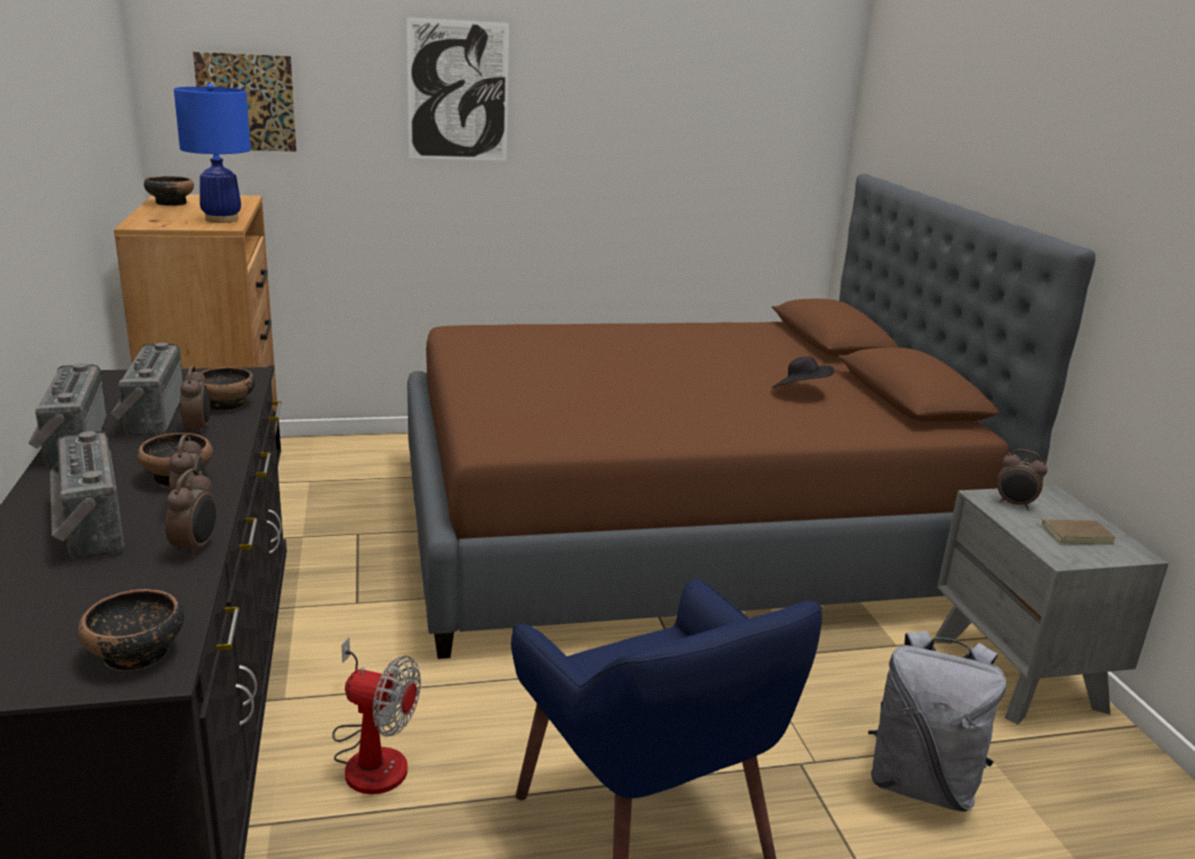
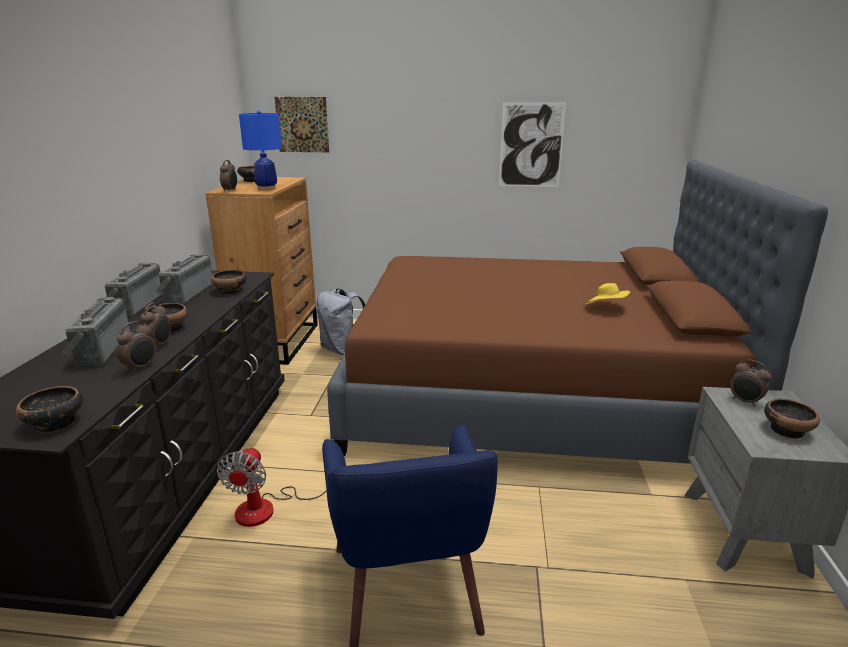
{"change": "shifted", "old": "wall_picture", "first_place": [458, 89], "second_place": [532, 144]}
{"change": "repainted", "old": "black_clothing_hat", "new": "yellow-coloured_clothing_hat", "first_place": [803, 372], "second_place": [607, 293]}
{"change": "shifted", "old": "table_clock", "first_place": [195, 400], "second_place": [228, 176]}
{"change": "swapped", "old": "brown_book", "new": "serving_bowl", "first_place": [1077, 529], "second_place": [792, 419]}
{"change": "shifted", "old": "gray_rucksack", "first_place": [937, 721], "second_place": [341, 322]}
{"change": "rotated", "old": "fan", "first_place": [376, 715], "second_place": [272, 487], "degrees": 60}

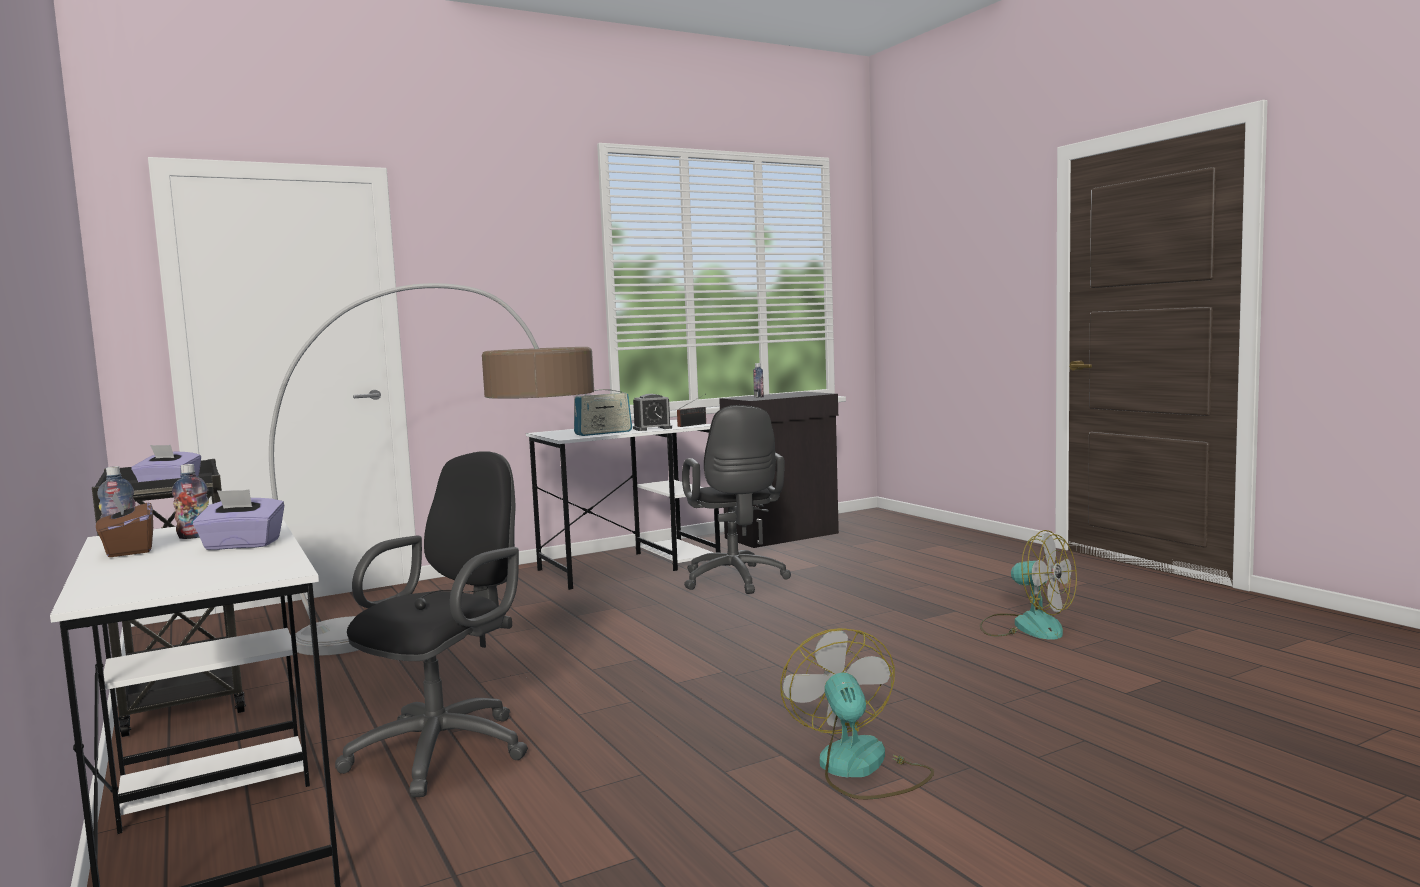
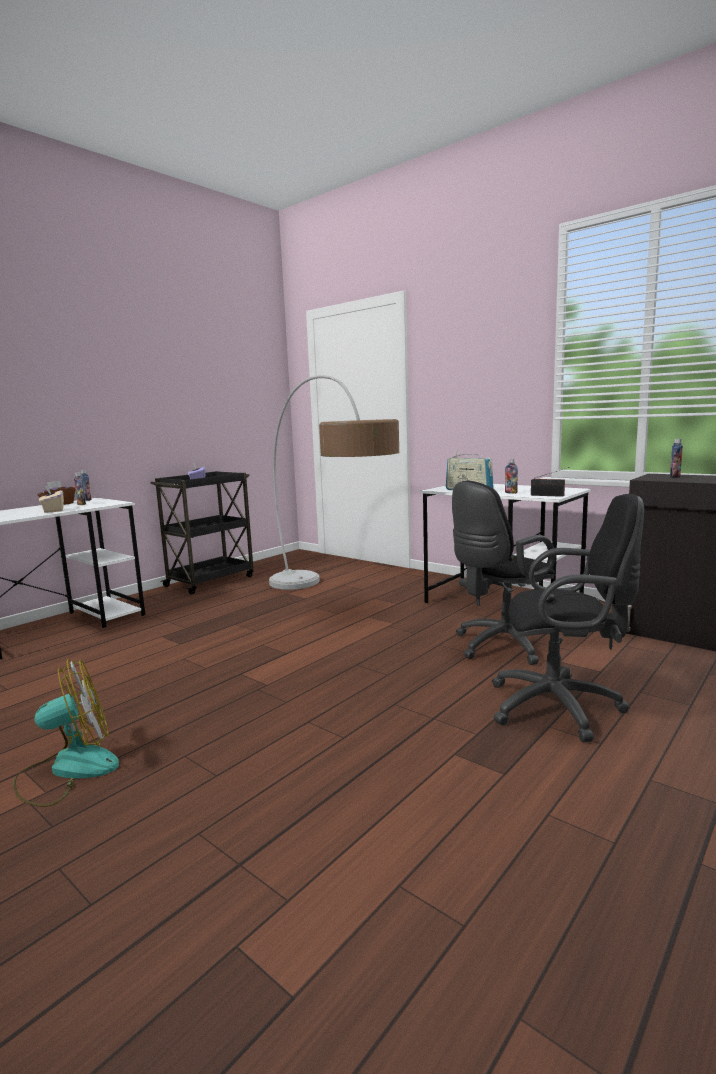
{"change": "swapped", "old": "table_clock", "new": "bottle", "first_place": [652, 412], "second_place": [511, 476]}
{"change": "shifted", "old": "black_desk_chair", "first_place": [431, 624], "second_place": [568, 618]}
{"change": "repainted", "old": "purple-coloured_box_of_tissues", "new": "beige-coloured_box_of_tissues", "first_place": [238, 519], "second_place": [51, 499]}
{"change": "gone", "old": "fan", "first_place": [1028, 585]}

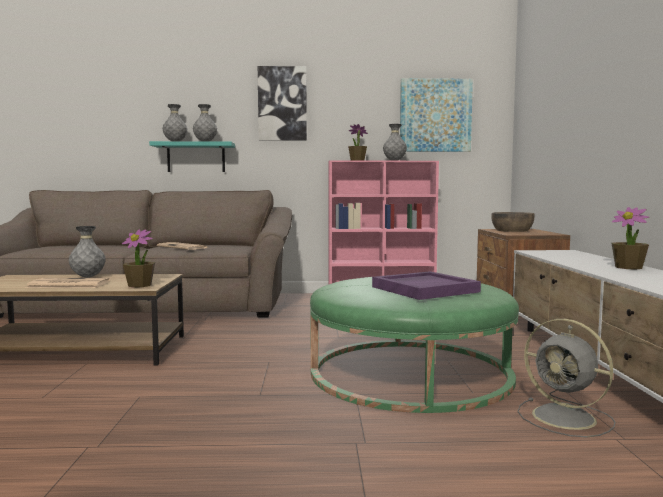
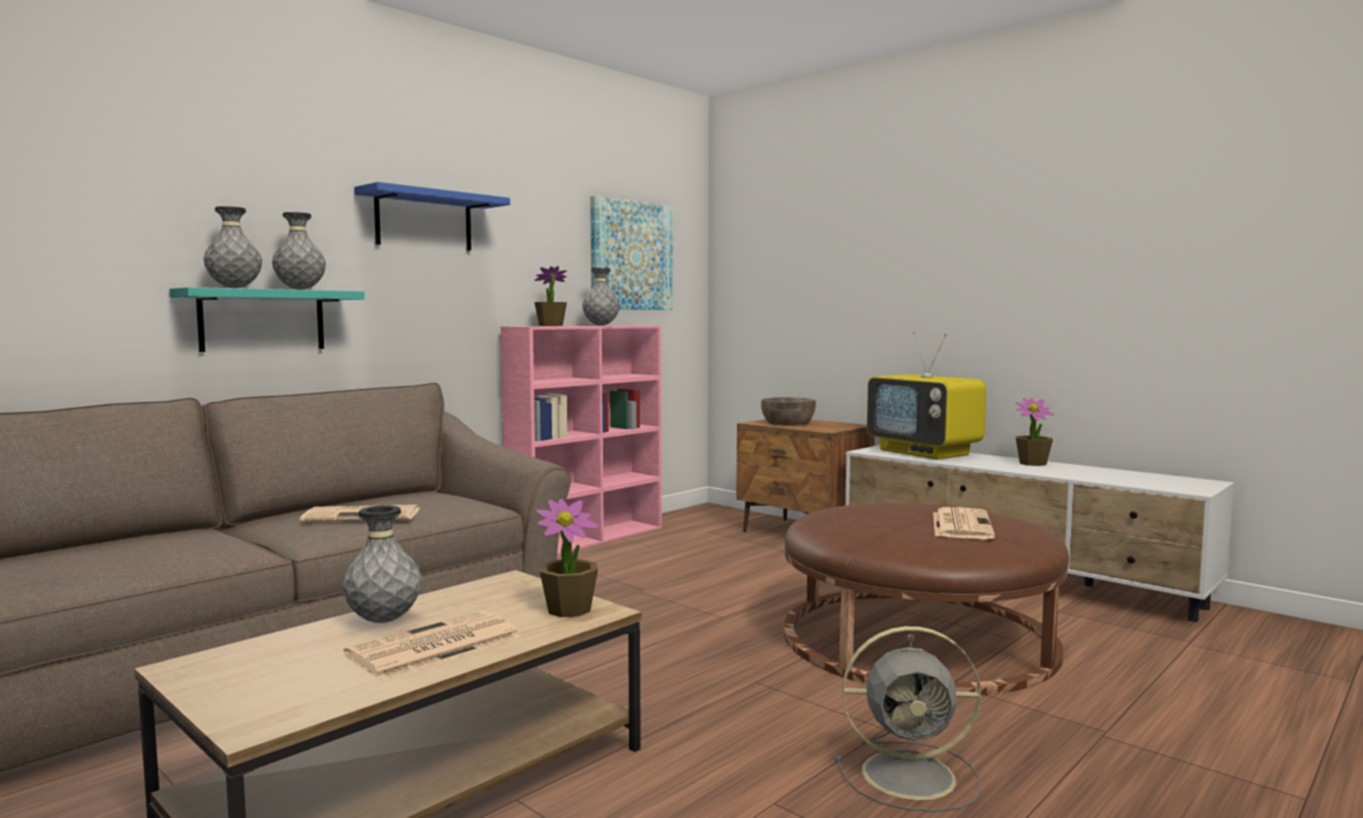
{"change": "swapped", "old": "wall_picture", "new": "blue_shelf", "first_place": [282, 103], "second_place": [432, 216]}
{"change": "swapped", "old": "purple-coloured_serving_tray", "new": "daily_paper", "first_place": [426, 285], "second_place": [964, 523]}
{"change": "repainted", "old": "green-coloured_ottoman", "new": "brown_ottoman", "first_place": [414, 345], "second_place": [926, 599]}
{"change": "shifted", "old": "gray_fan", "first_place": [566, 378], "second_place": [908, 719]}
{"change": "new", "new": "television", "second_place": [926, 395]}

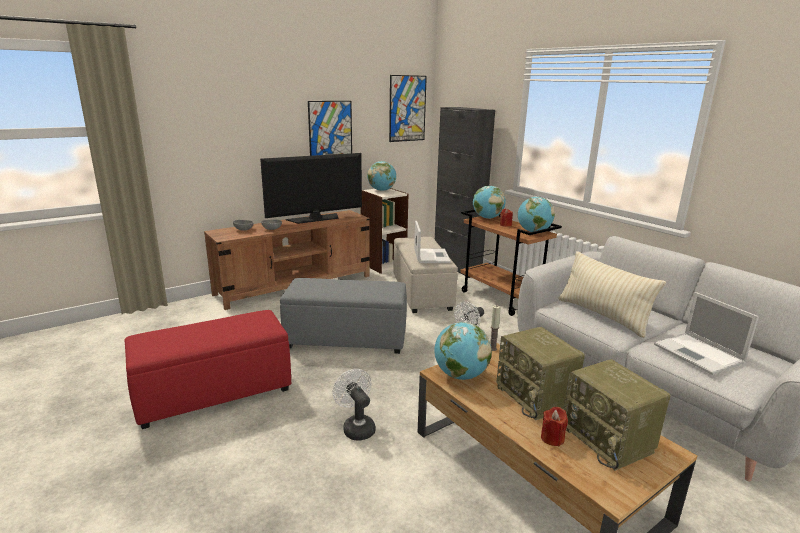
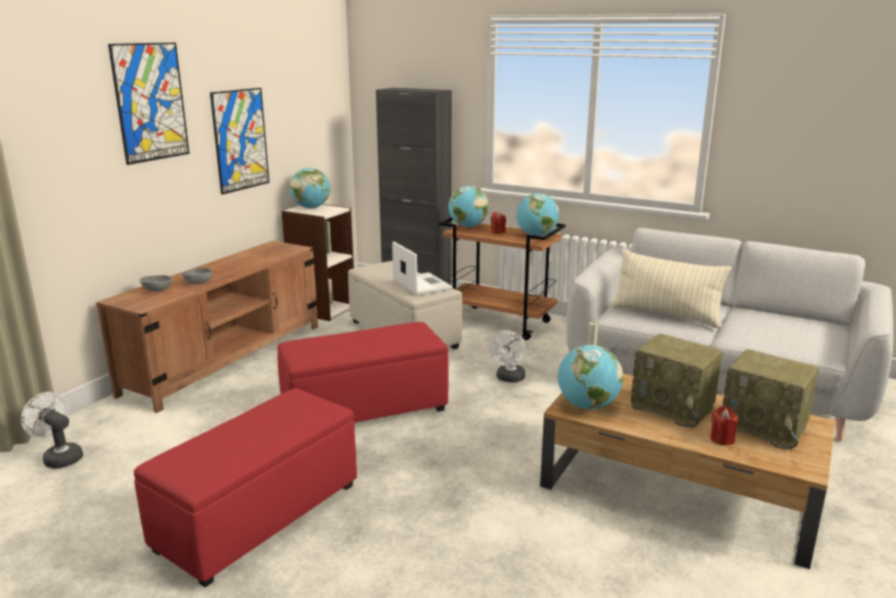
{"change": "shifted", "old": "wall_picture", "first_place": [408, 108], "second_place": [149, 104]}
{"change": "gone", "old": "television", "first_place": [311, 188]}
{"change": "repainted", "old": "gray_ottoman", "new": "red_ottoman", "first_place": [343, 316], "second_place": [363, 372]}
{"change": "gone", "old": "laptop", "first_place": [706, 333]}
{"change": "shifted", "old": "white-coloured_fan", "first_place": [354, 405], "second_place": [52, 430]}

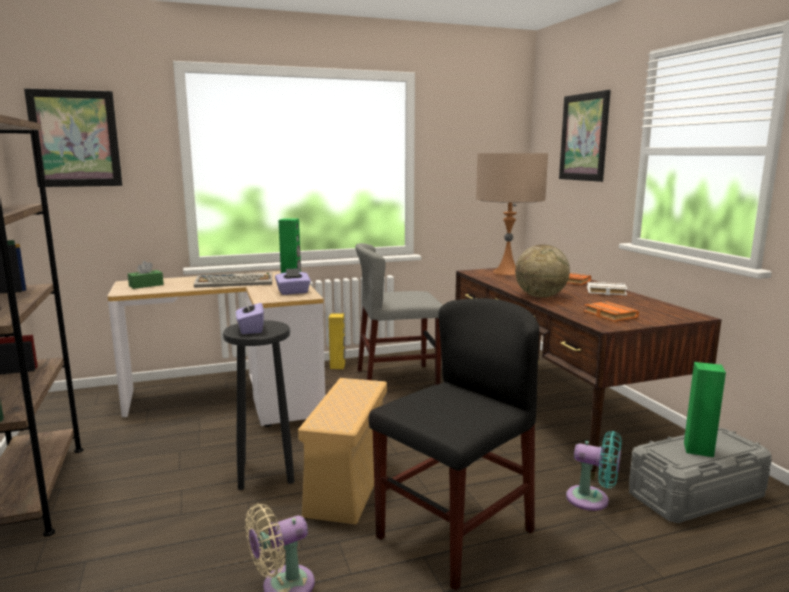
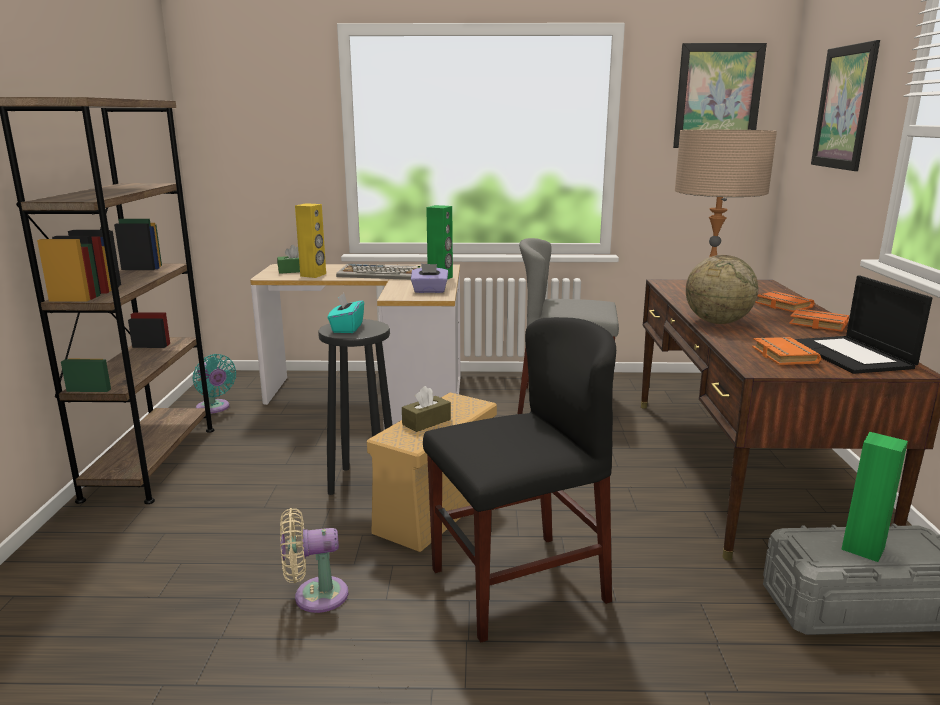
{"change": "shifted", "old": "wall_picture", "first_place": [73, 137], "second_place": [720, 95]}
{"change": "repainted", "old": "white-coloured_book", "new": "orange-coloured_book", "first_place": [607, 288], "second_place": [819, 320]}
{"change": "repainted", "old": "purple-coloured_box_of_tissues", "new": "blue-green_box_of_tissues", "first_place": [250, 316], "second_place": [346, 313]}
{"change": "shifted", "old": "yellow-coloured_speaker", "first_place": [337, 341], "second_place": [310, 240]}
{"change": "shifted", "old": "blue-green_fan", "first_place": [594, 471], "second_place": [214, 384]}
{"change": "new", "new": "laptop", "second_place": [863, 324]}
{"change": "new", "new": "brown_box_of_tissues", "second_place": [426, 409]}

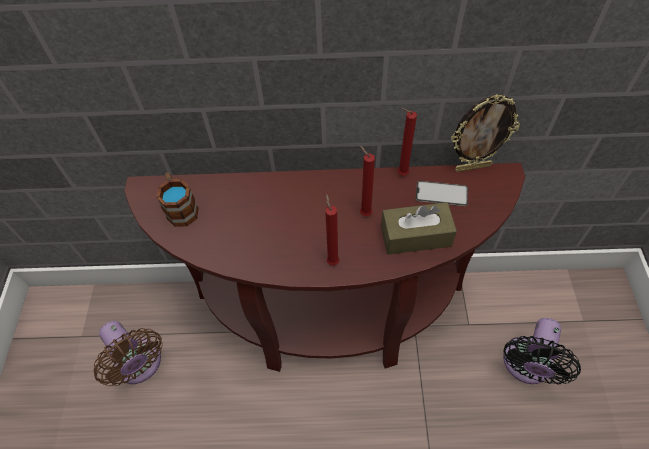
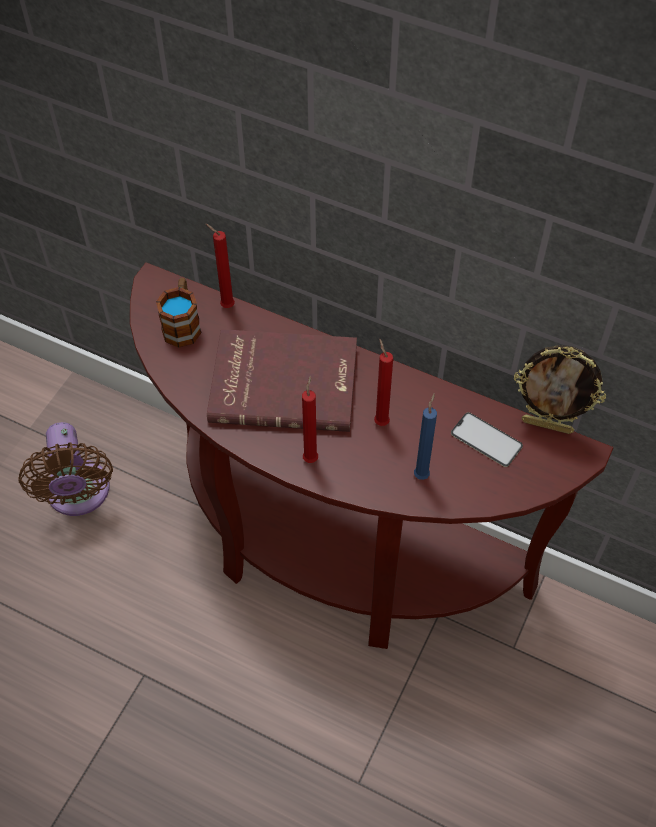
{"change": "shifted", "old": "red_candle", "first_place": [407, 142], "second_place": [220, 266]}
{"change": "swapped", "old": "brown_box_of_tissues", "new": "blue_candle", "first_place": [419, 228], "second_place": [425, 436]}
{"change": "gone", "old": "black_fan", "first_place": [542, 351]}
{"change": "new", "new": "red_book", "second_place": [282, 380]}

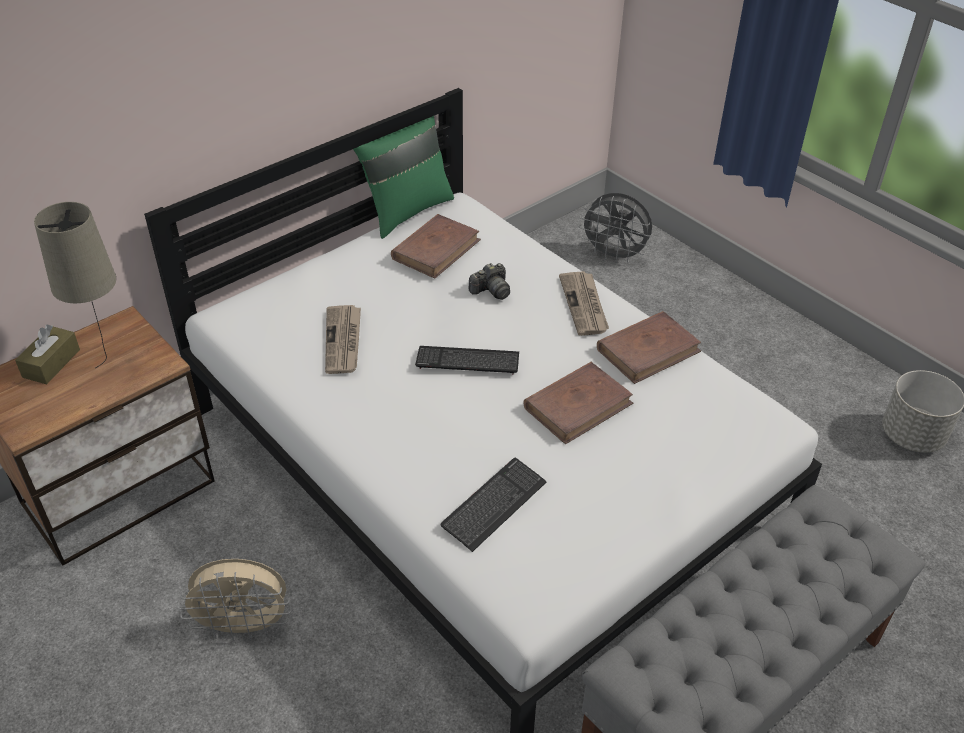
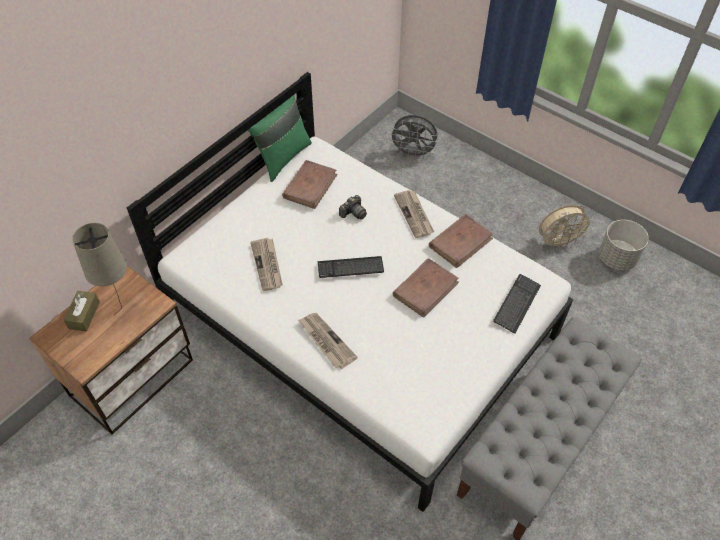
{"change": "shifted", "old": "PC_keyboard", "first_place": [493, 505], "second_place": [517, 304]}
{"change": "shifted", "old": "beige-coloured_fan", "first_place": [234, 600], "second_place": [566, 227]}
{"change": "new", "new": "daily_paper", "second_place": [328, 341]}

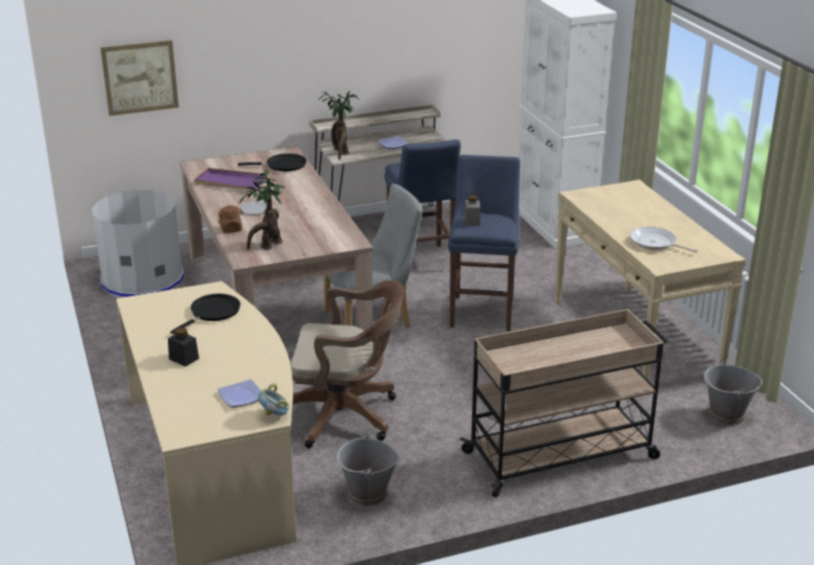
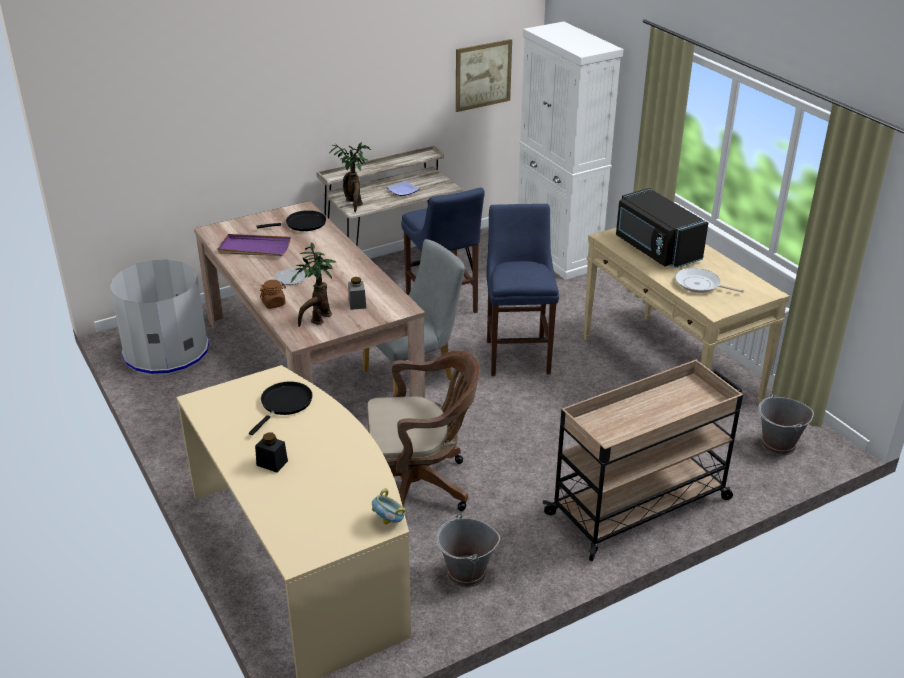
{"change": "shifted", "old": "wall_picture", "first_place": [139, 78], "second_place": [484, 75]}
{"change": "shifted", "old": "gray_jar", "first_place": [472, 210], "second_place": [357, 293]}
{"change": "gone", "old": "dinner_plate", "first_place": [239, 393]}
{"change": "new", "new": "black_microwave_oven", "second_place": [662, 228]}

